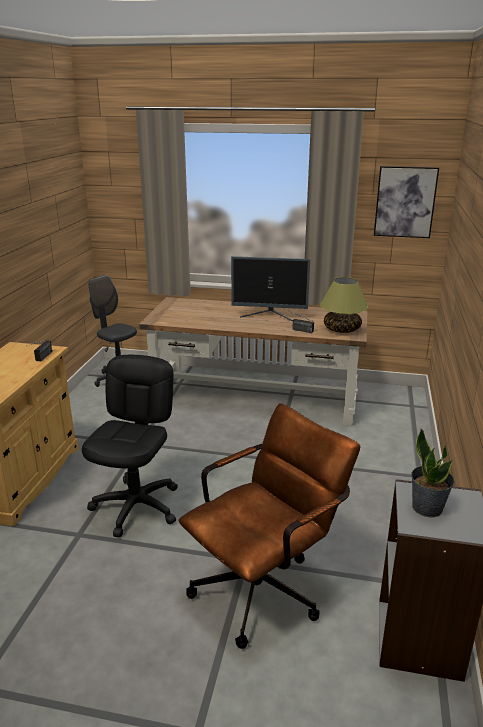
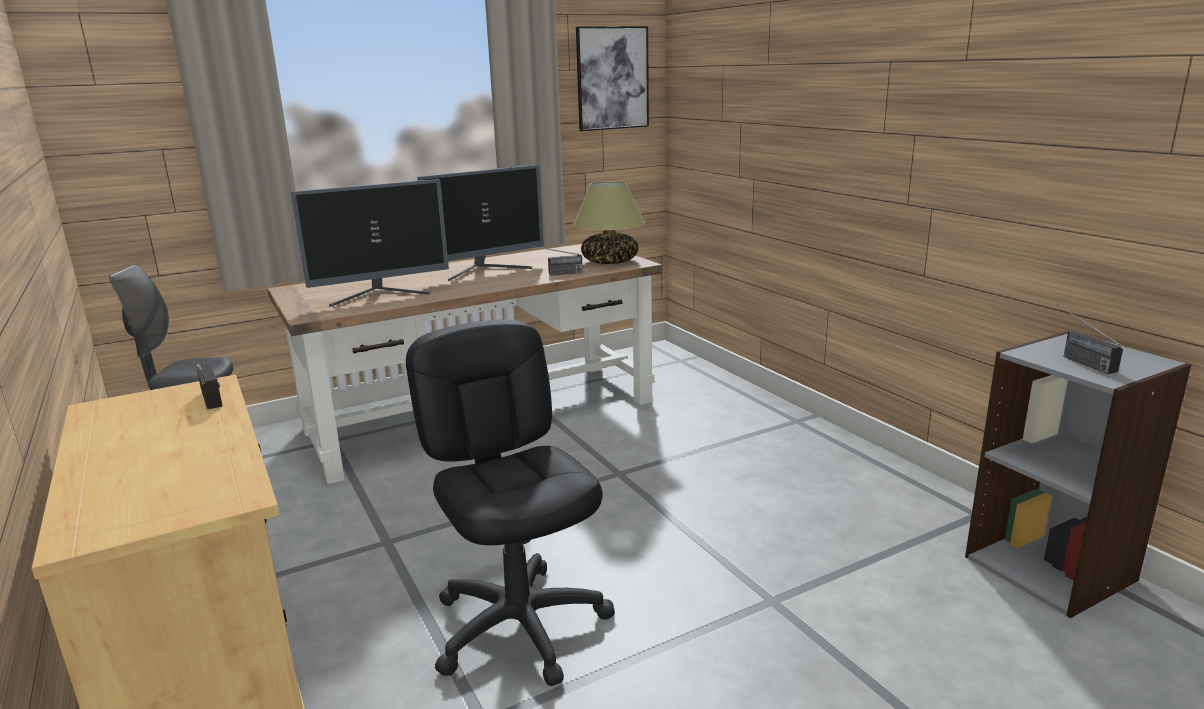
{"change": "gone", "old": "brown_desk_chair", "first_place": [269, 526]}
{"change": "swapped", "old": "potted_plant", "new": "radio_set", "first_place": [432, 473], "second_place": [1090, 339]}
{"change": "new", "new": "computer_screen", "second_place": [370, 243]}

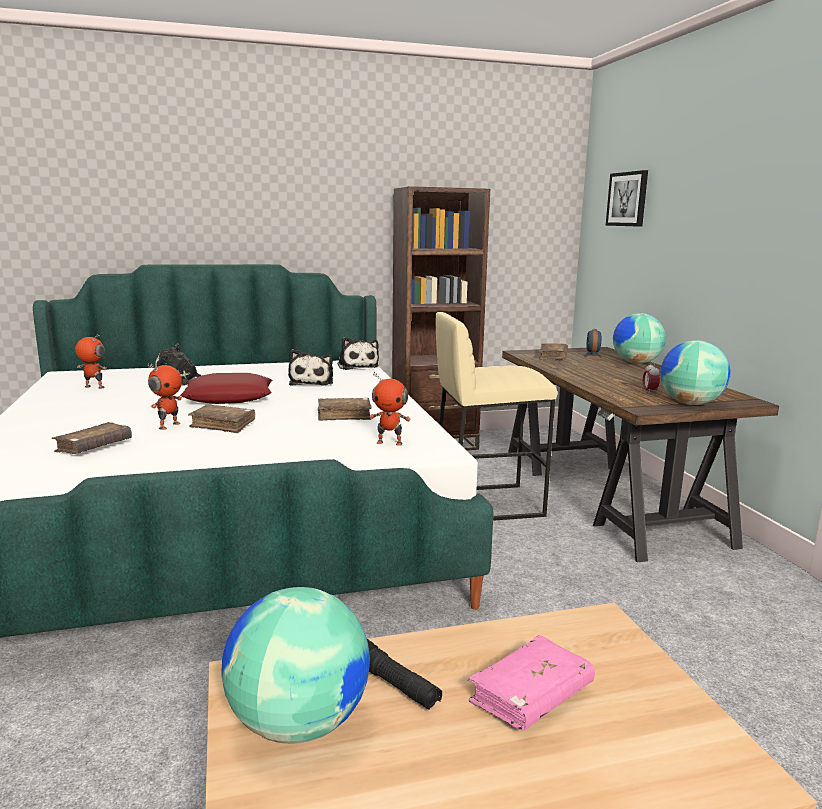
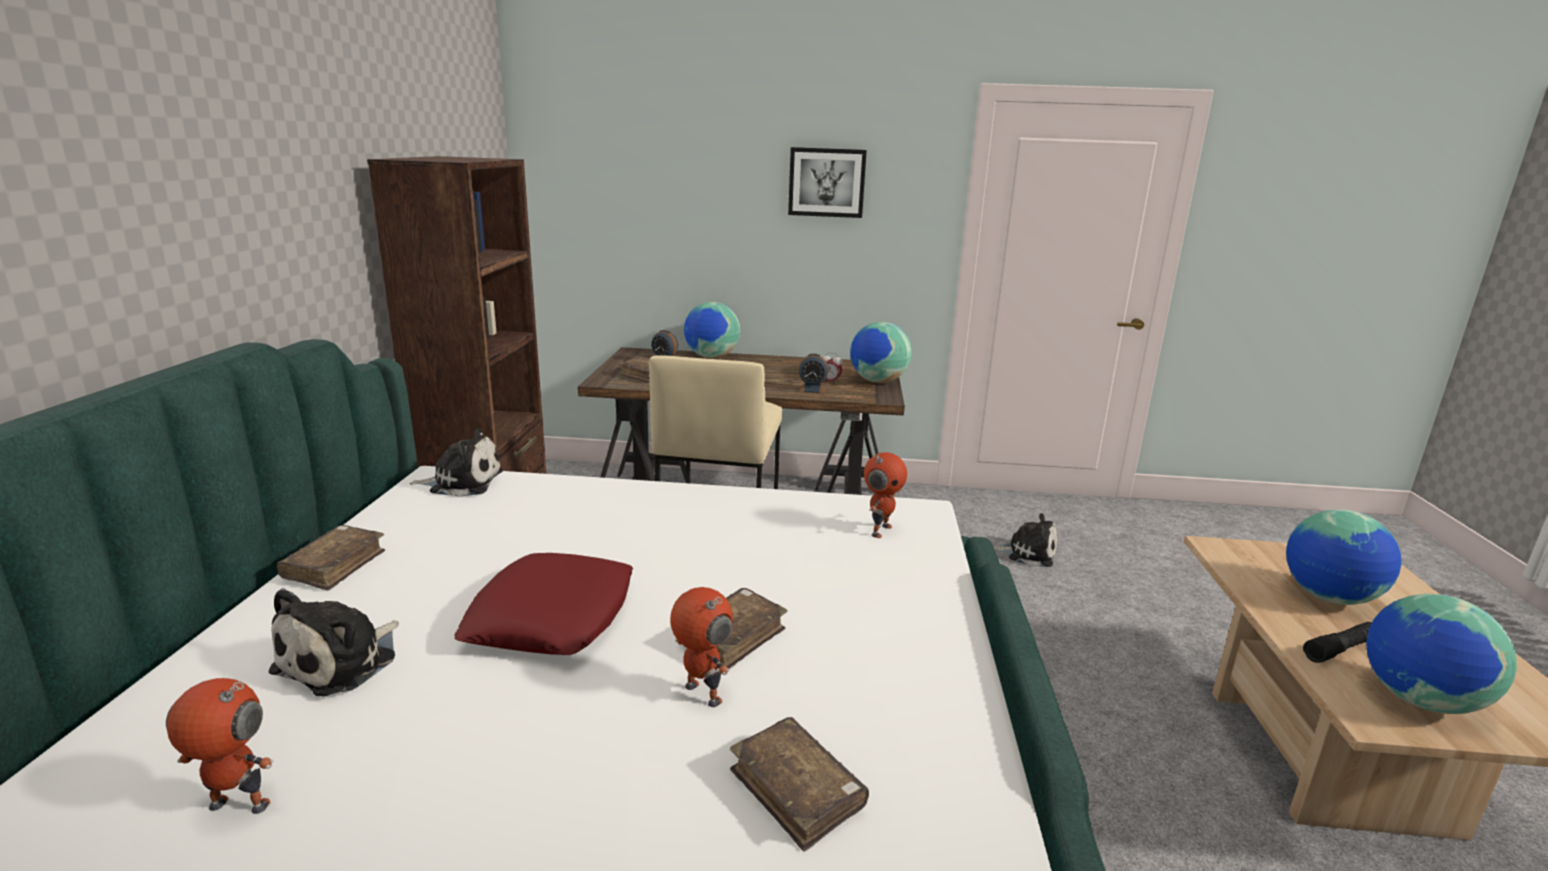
{"change": "shifted", "old": "wall_picture", "first_place": [627, 198], "second_place": [827, 182]}
{"change": "rotated", "old": "toy_robot", "first_place": [91, 361], "second_place": [219, 746], "degrees": 60}
{"change": "shifted", "old": "plush_toy", "first_place": [310, 367], "second_place": [1025, 540]}
{"change": "shifted", "old": "brown_book", "first_place": [345, 409], "second_place": [330, 558]}
{"change": "swapped", "old": "pink_book", "new": "globe", "first_place": [531, 683], "second_place": [1343, 557]}
{"change": "new", "new": "table_clock", "second_place": [813, 373]}

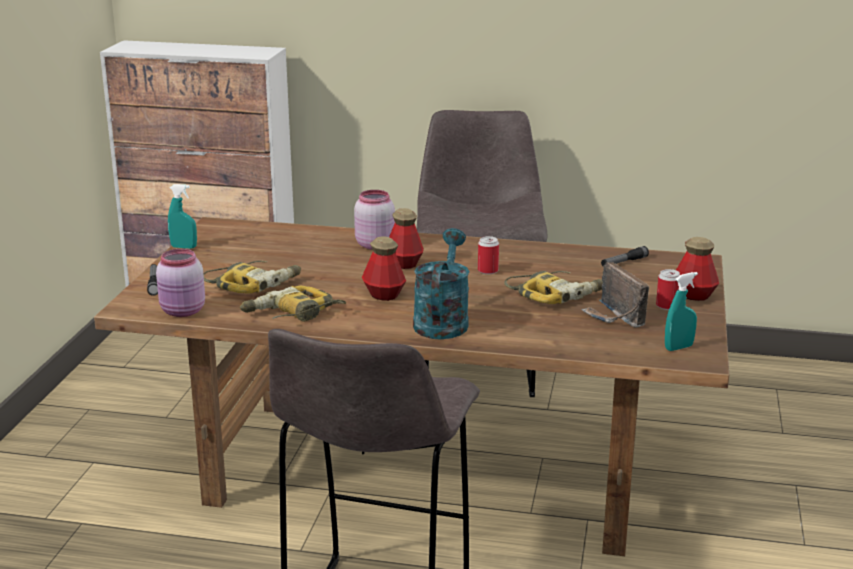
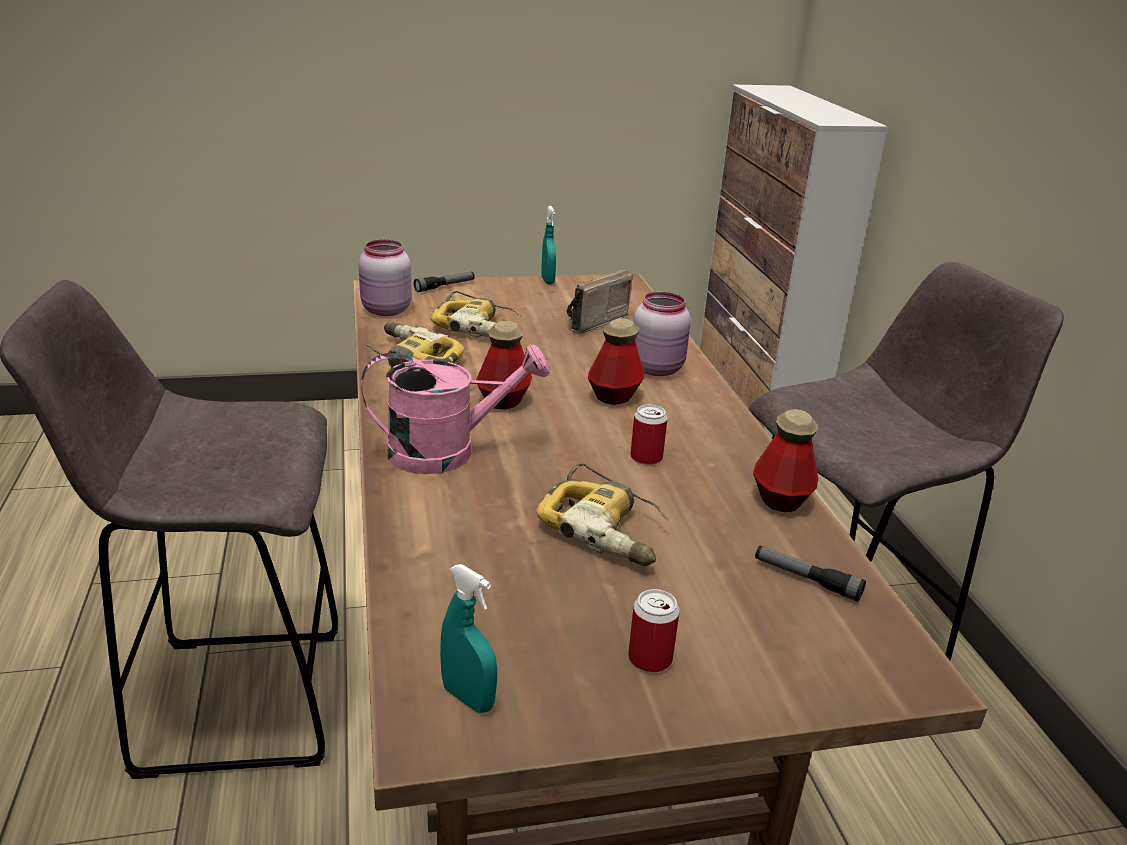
{"change": "repainted", "old": "blue-green_sprinkling_can", "new": "pink_sprinkling_can", "first_place": [441, 283], "second_place": [455, 409]}
{"change": "shifted", "old": "bottle", "first_place": [697, 269], "second_place": [785, 460]}
{"change": "shifted", "old": "radio_set", "first_place": [615, 294], "second_place": [599, 302]}

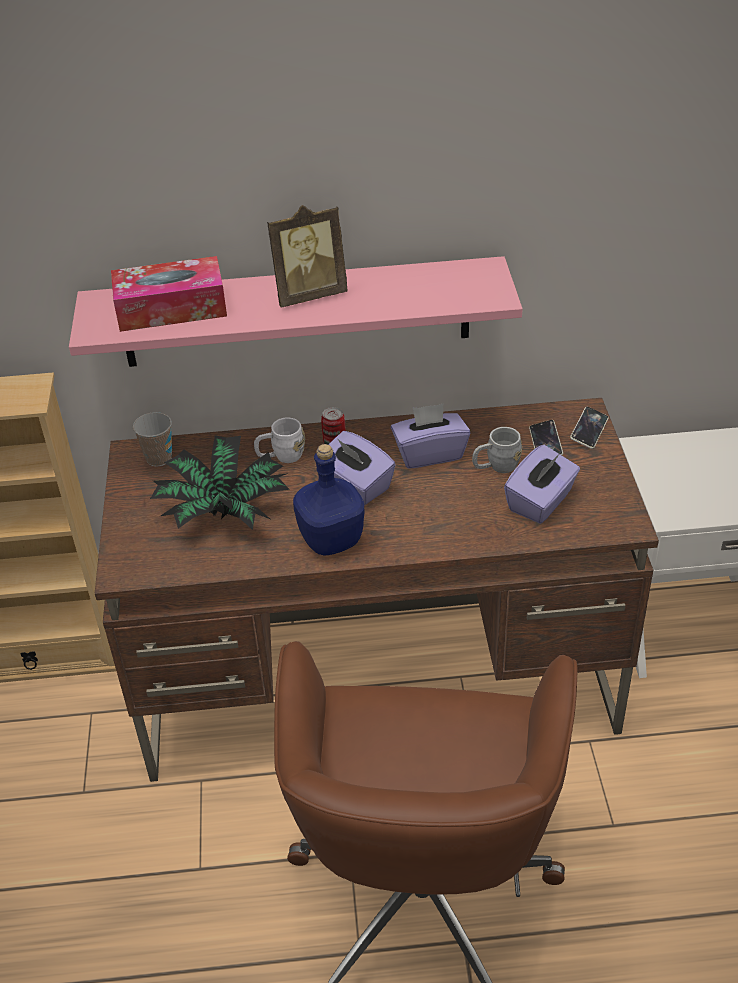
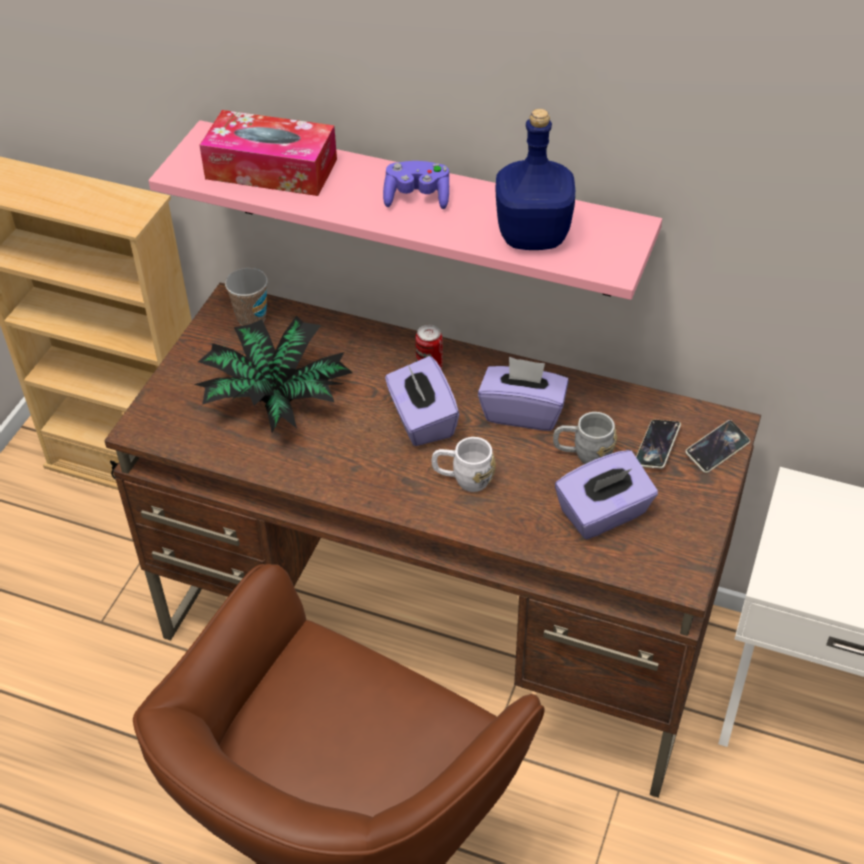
{"change": "swapped", "old": "photo_frame", "new": "purple-coloured_game_controller", "first_place": [307, 256], "second_place": [416, 185]}
{"change": "shifted", "old": "white-coloured_mug", "first_place": [279, 440], "second_place": [464, 464]}
{"change": "shifted", "old": "blue_bottle", "first_place": [329, 500], "second_place": [535, 179]}

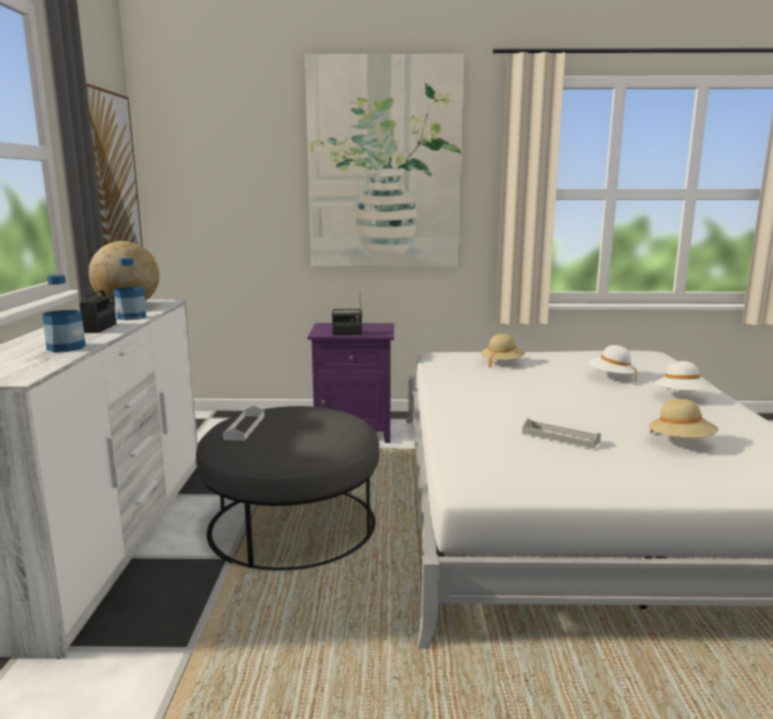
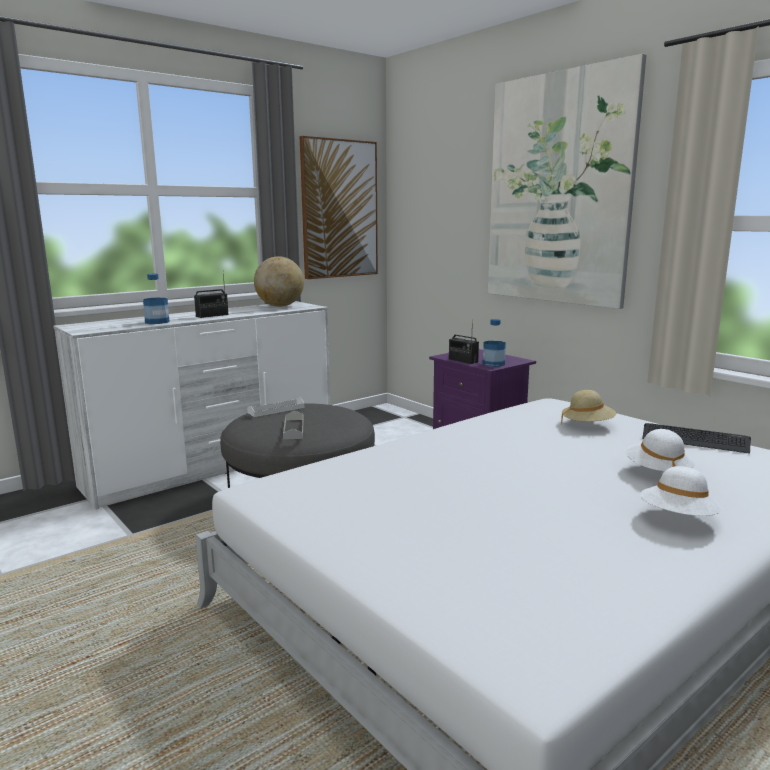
{"change": "shifted", "old": "bottle", "first_place": [129, 289], "second_place": [494, 343]}
{"change": "gone", "old": "beige-coloured_clothing_hat", "first_place": [683, 418]}
{"change": "shifted", "old": "gray_serving_tray", "first_place": [561, 433], "second_place": [293, 425]}
{"change": "new", "new": "PC_keyboard", "second_place": [696, 438]}

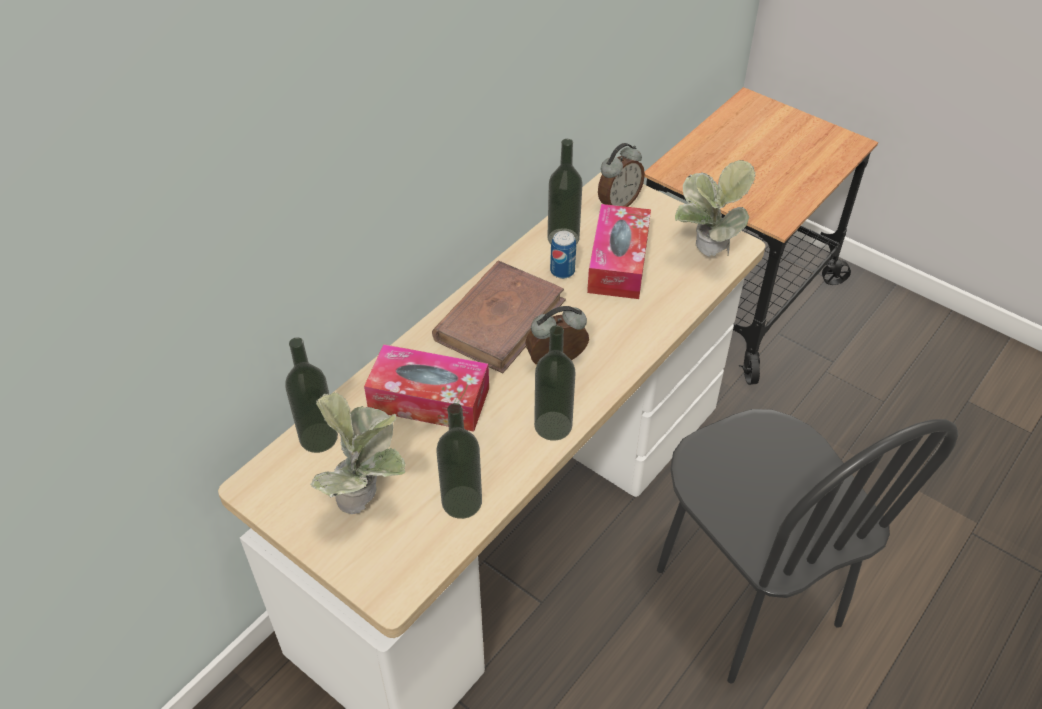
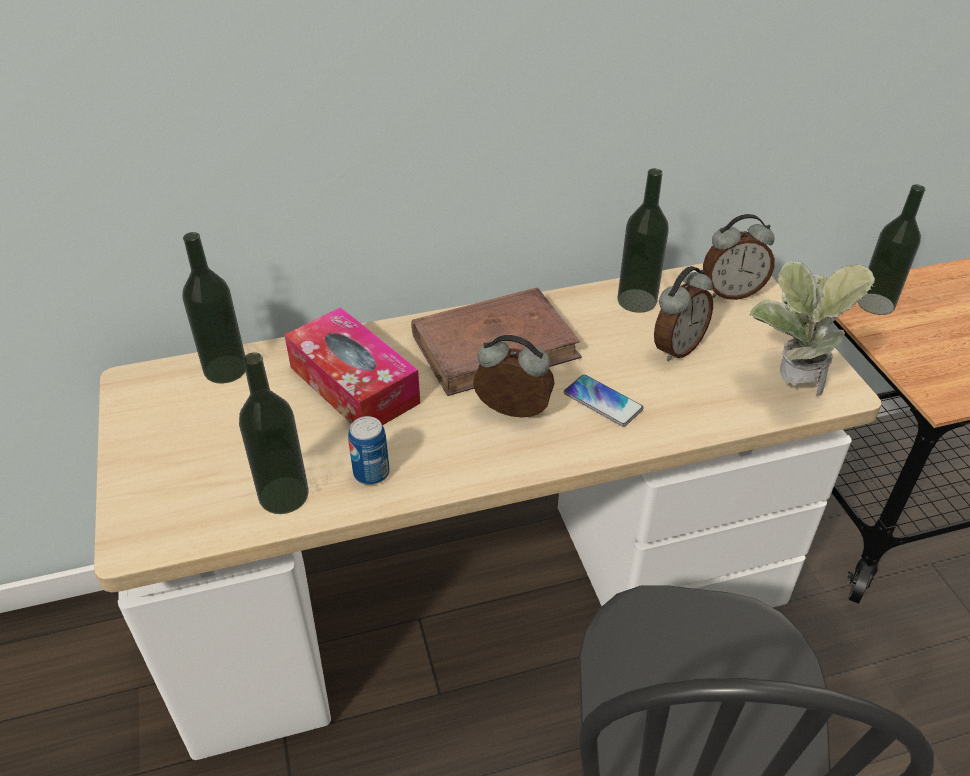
{"change": "swapped", "old": "box_of_tissues", "new": "table_clock", "first_place": [619, 251], "second_place": [683, 314]}
{"change": "shifted", "old": "metal_can", "first_place": [563, 255], "second_place": [369, 450]}
{"change": "shifted", "old": "bottle", "first_place": [554, 383], "second_place": [891, 249]}
{"change": "gone", "old": "potted_plant", "first_place": [358, 452]}
{"change": "new", "new": "handset", "second_place": [603, 400]}

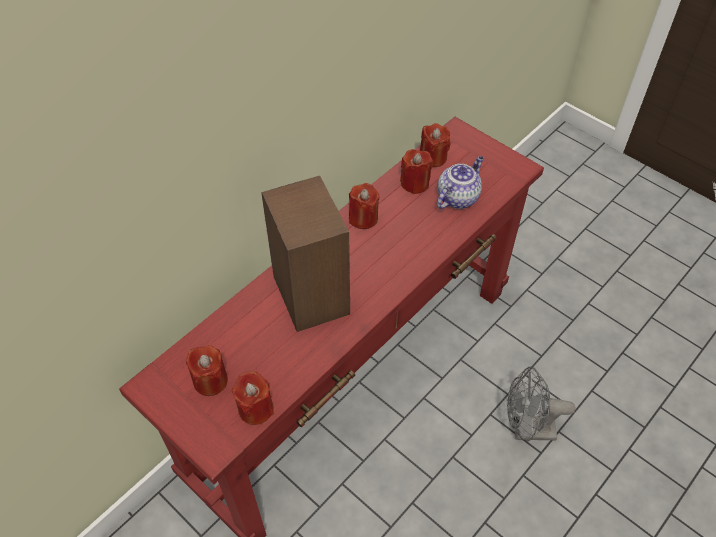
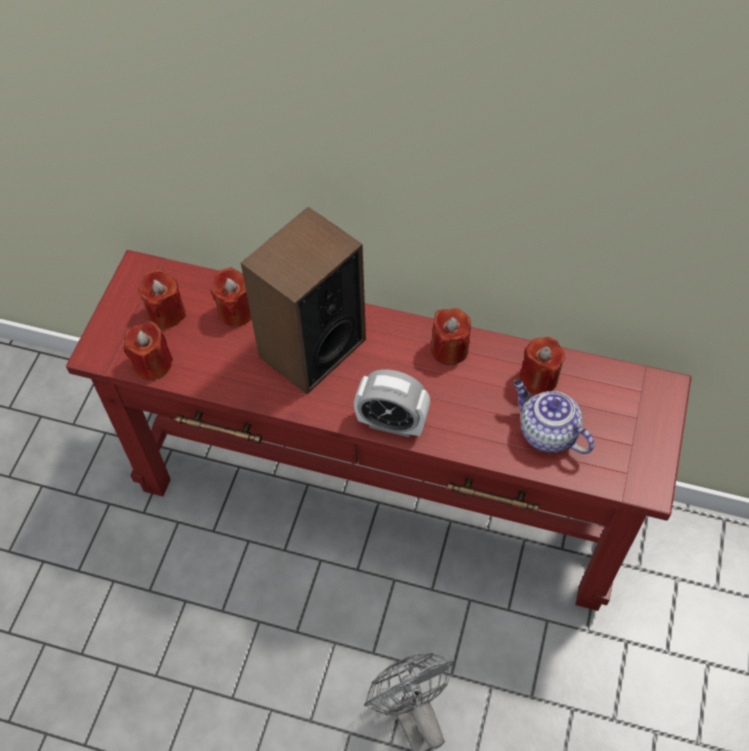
{"change": "shifted", "old": "red_candle", "first_place": [435, 145], "second_place": [231, 297]}
{"change": "rotated", "old": "pot_for_tea", "first_place": [460, 182], "second_place": [553, 417], "degrees": -150}
{"change": "new", "new": "table_clock", "second_place": [392, 403]}

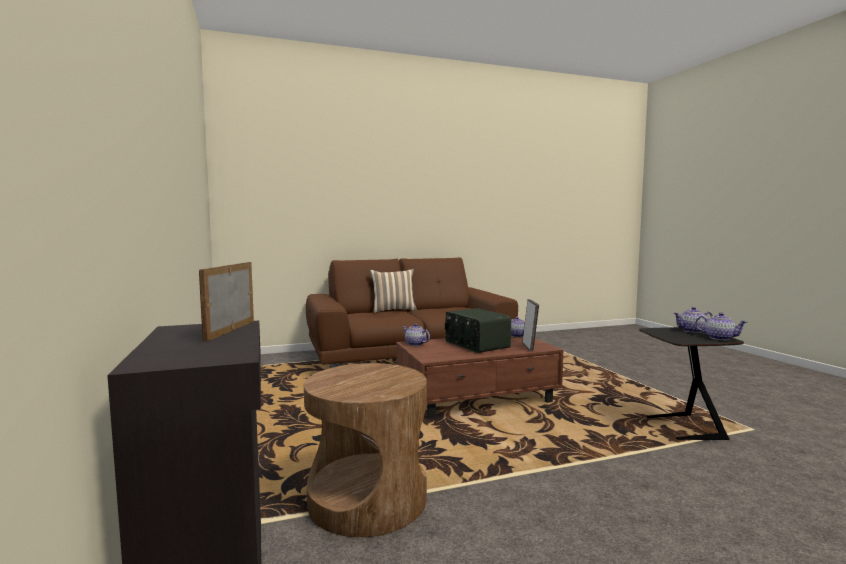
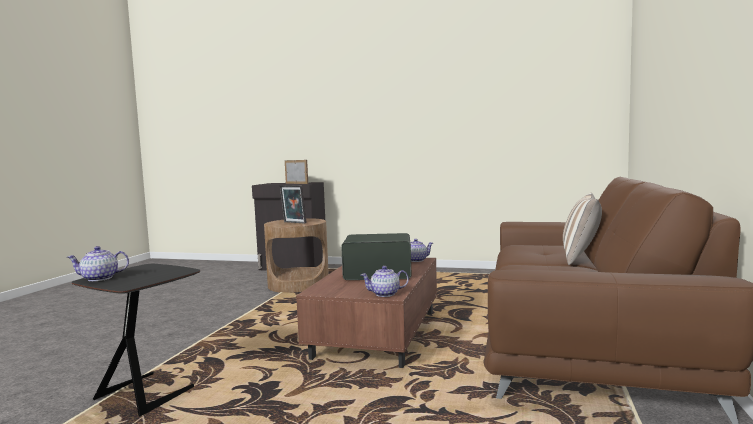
{"change": "shifted", "old": "photo_frame", "first_place": [530, 325], "second_place": [293, 204]}
{"change": "gone", "old": "pot_for_tea", "first_place": [693, 320]}

